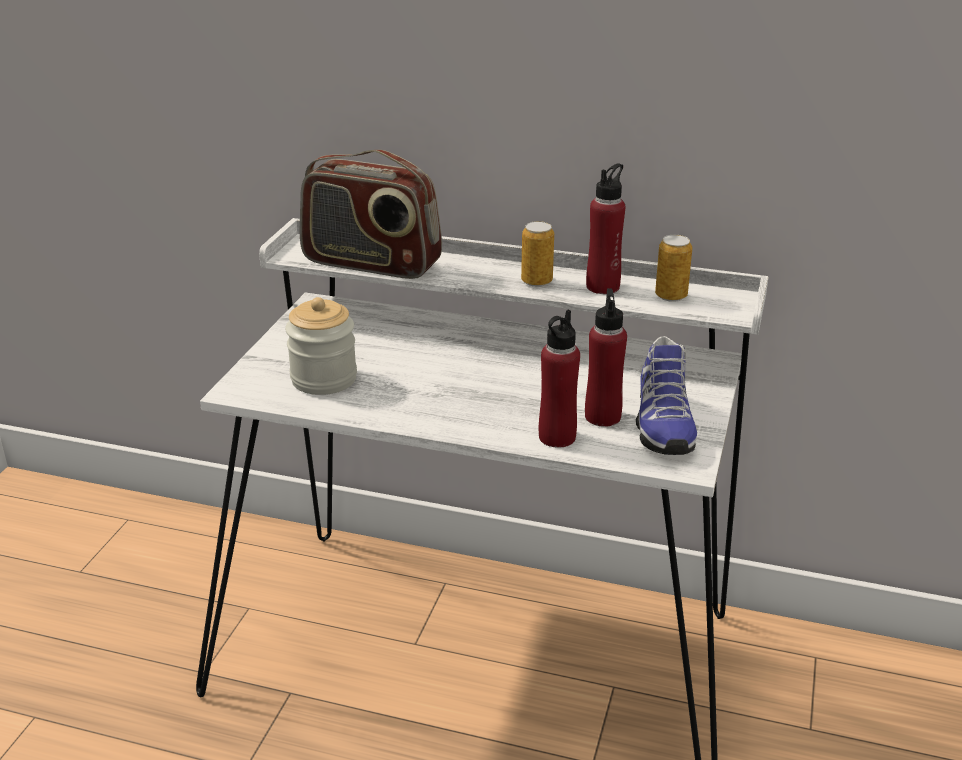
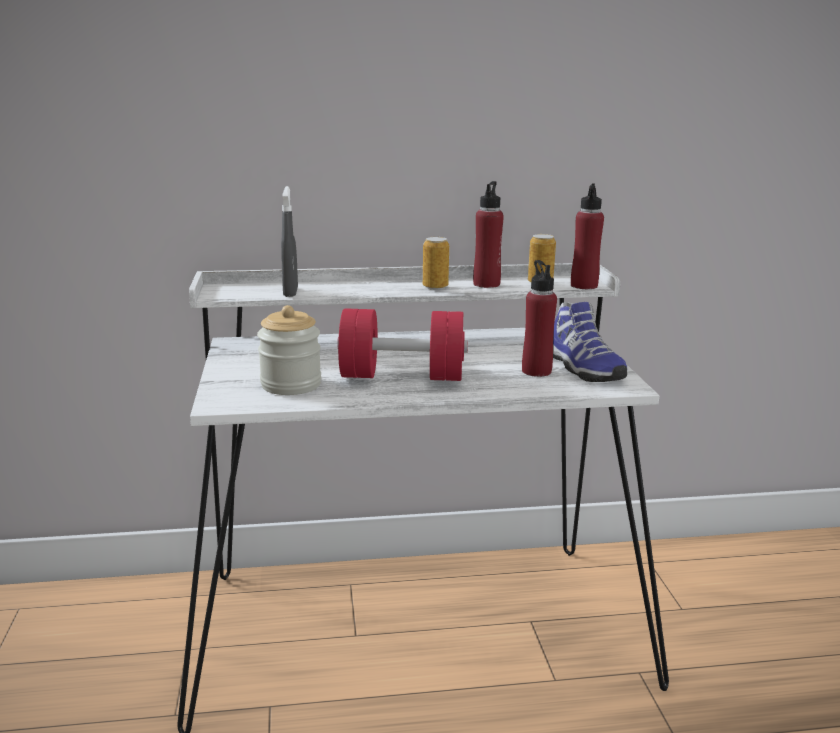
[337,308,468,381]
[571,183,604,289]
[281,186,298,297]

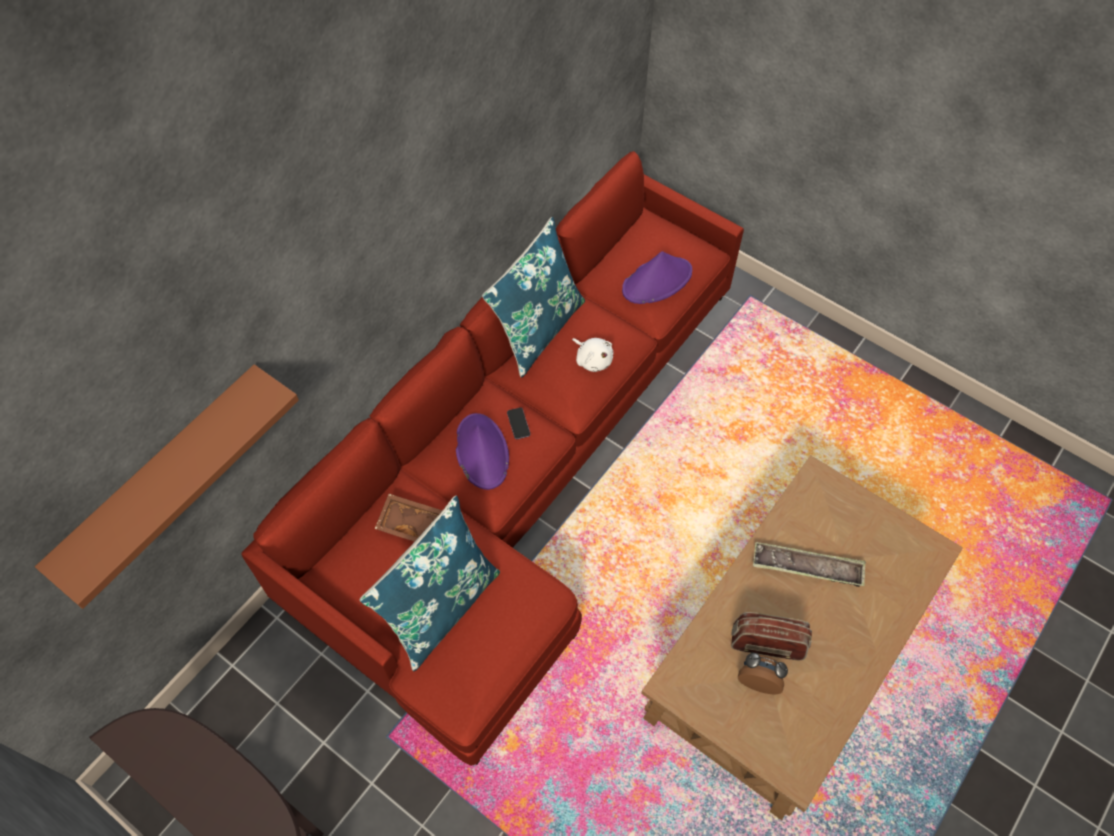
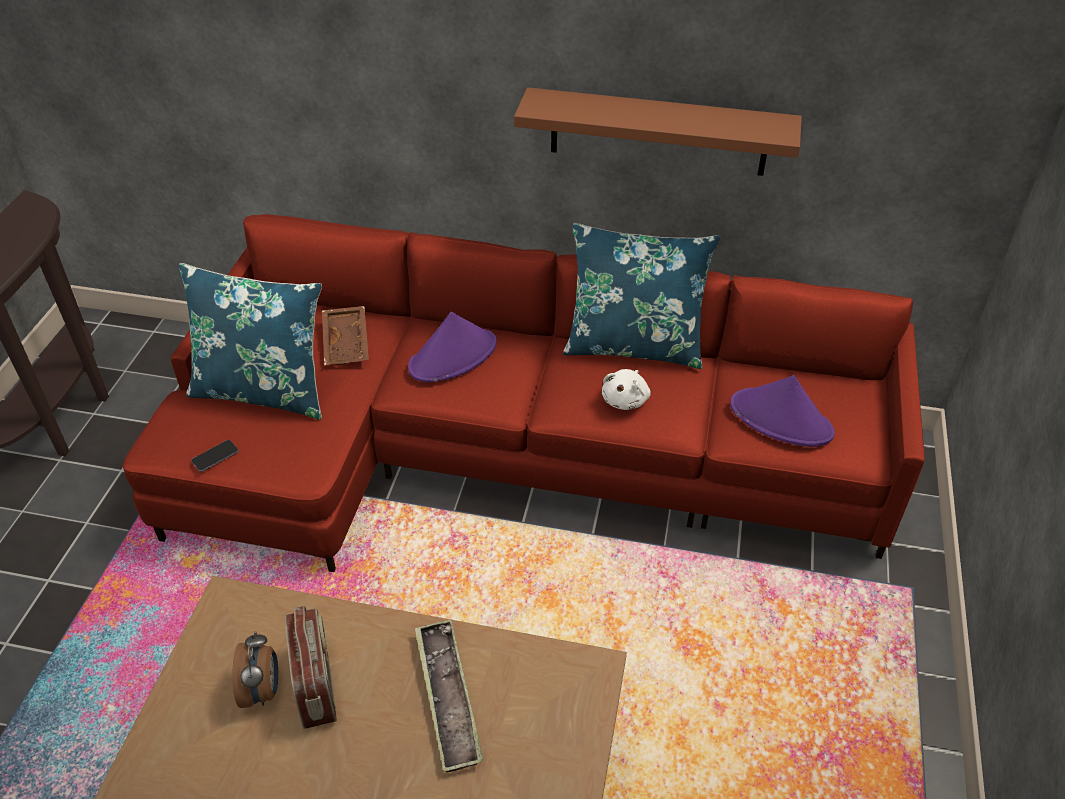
[514,87,802,176]
[191,440,239,472]

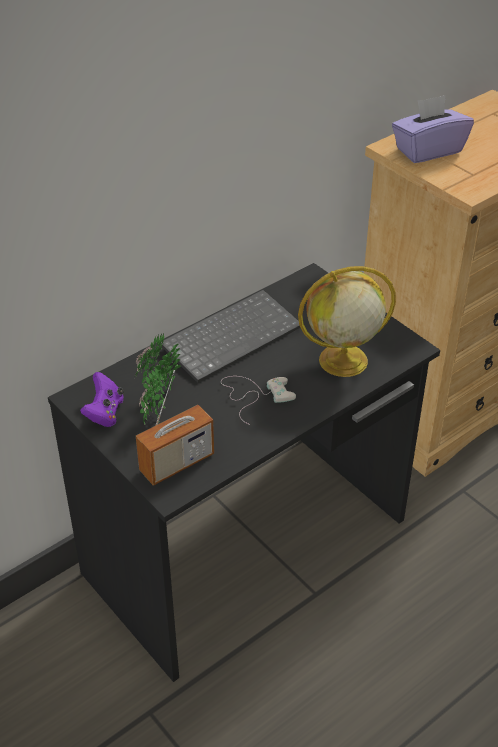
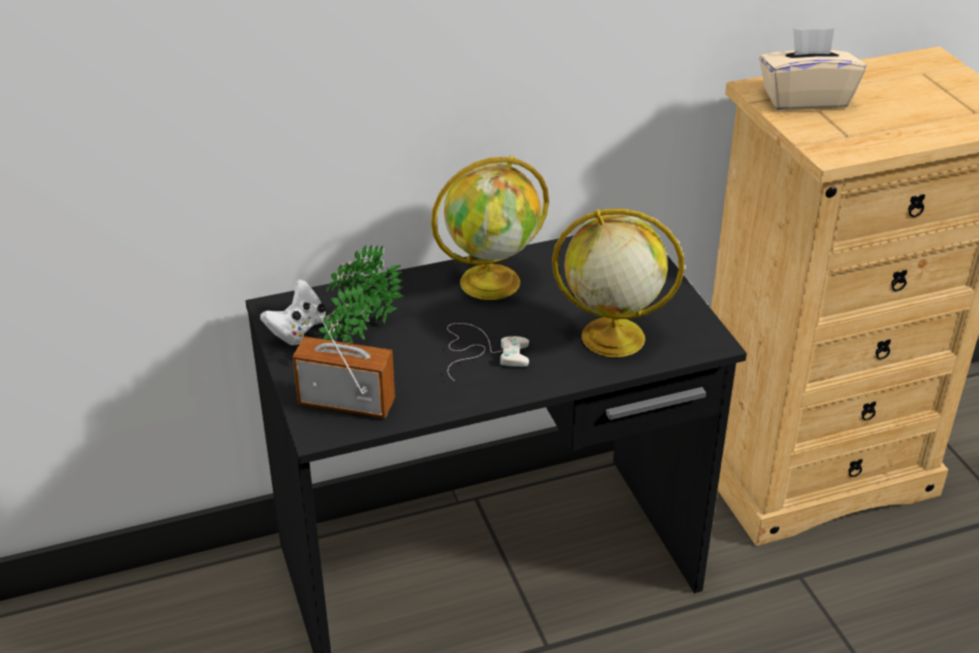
[431,156,549,300]
[260,279,326,345]
[759,28,866,111]
[293,304,395,418]

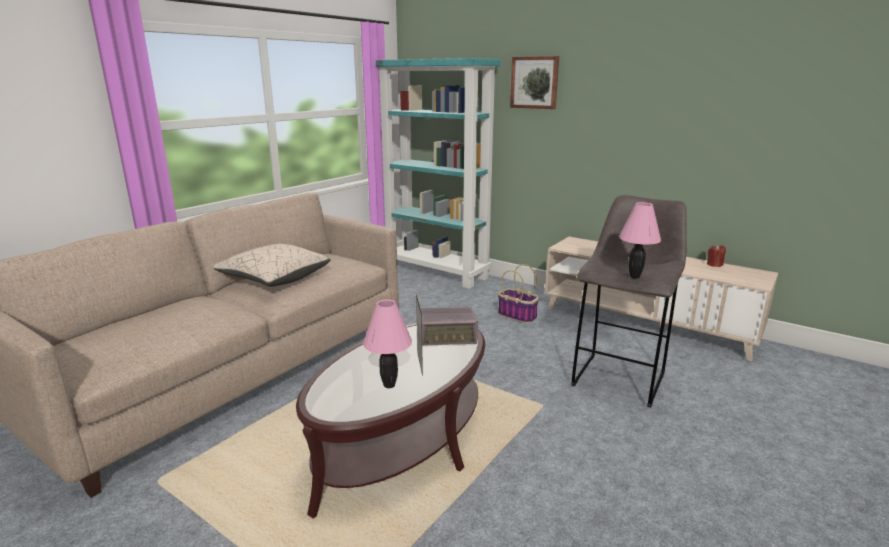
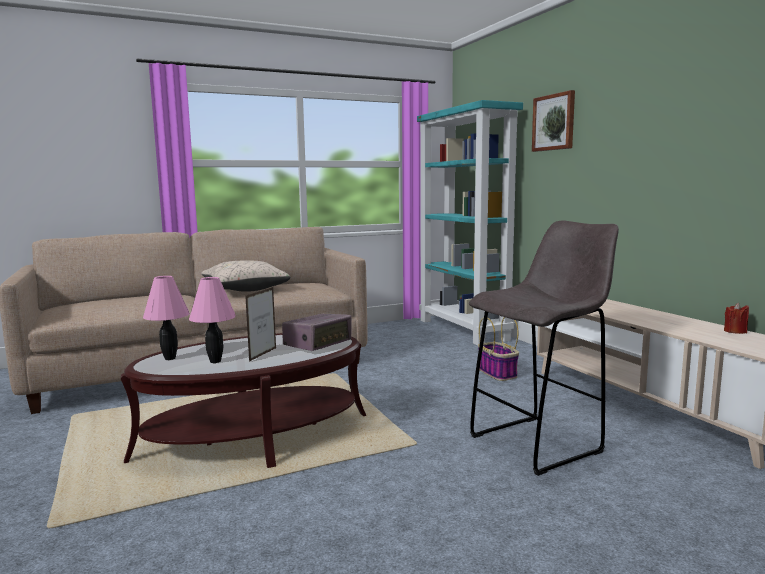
[143,276,190,360]
[282,314,352,351]

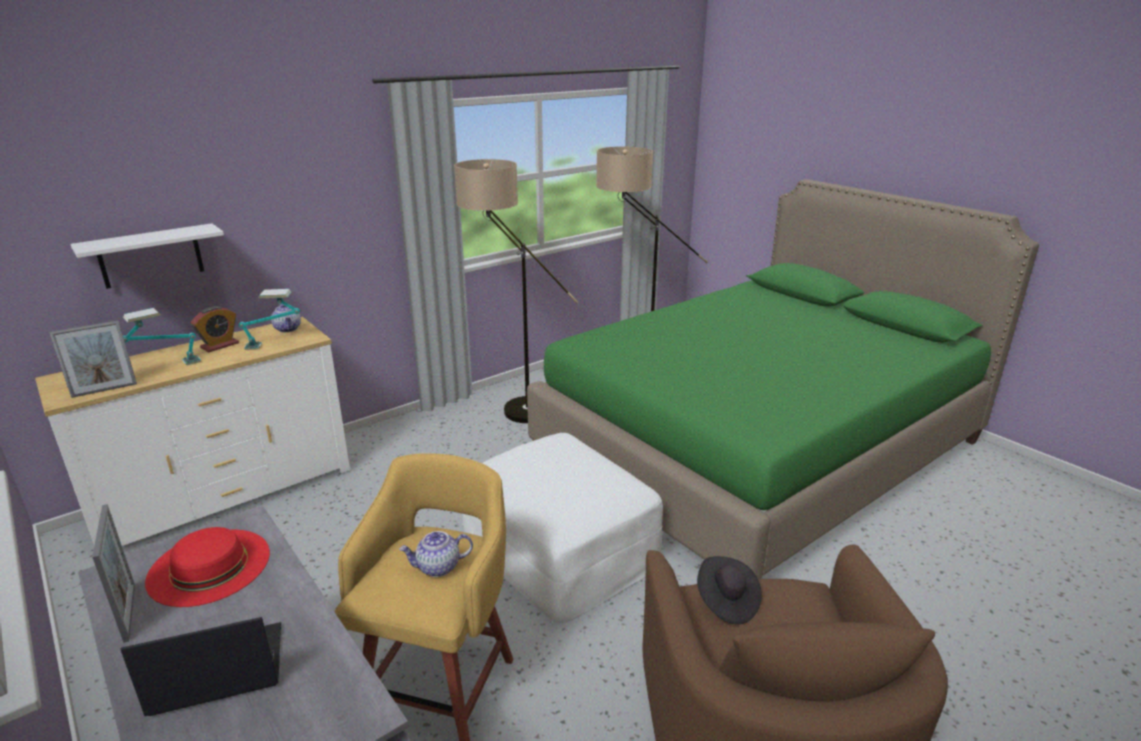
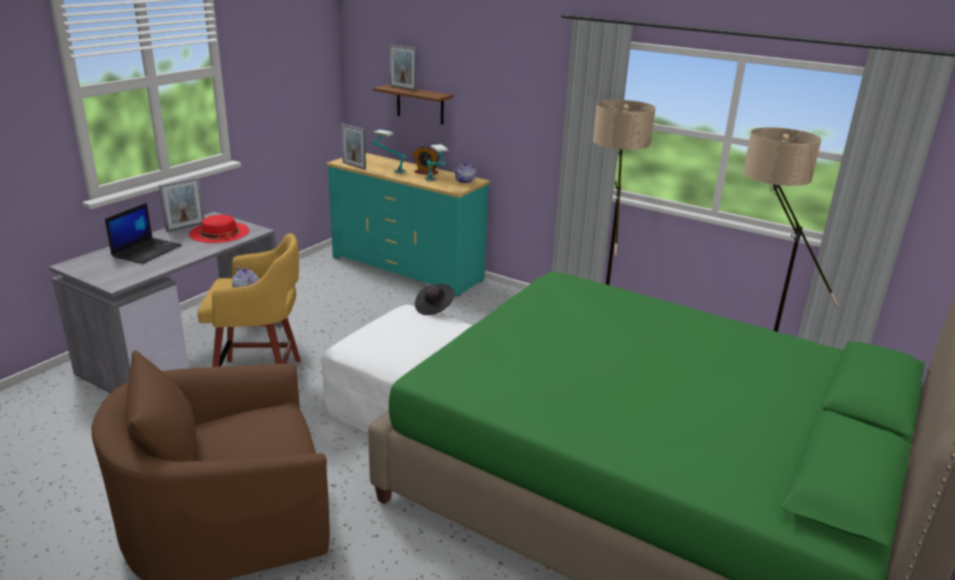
[389,44,417,91]
[415,284,455,315]
[327,153,490,297]
[373,84,453,124]
[105,203,182,264]

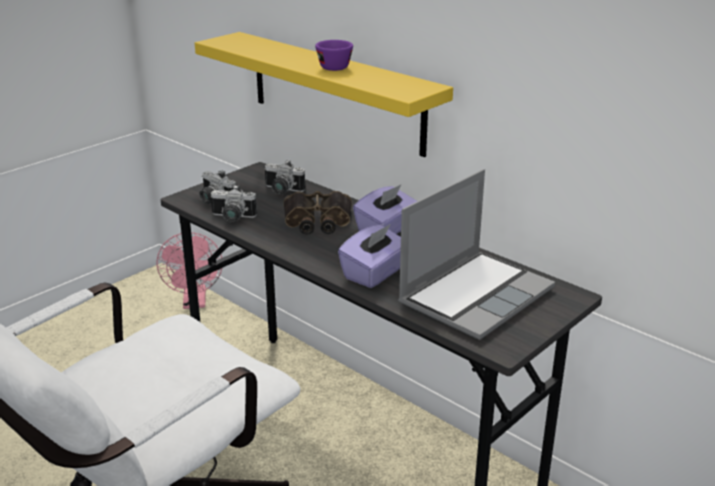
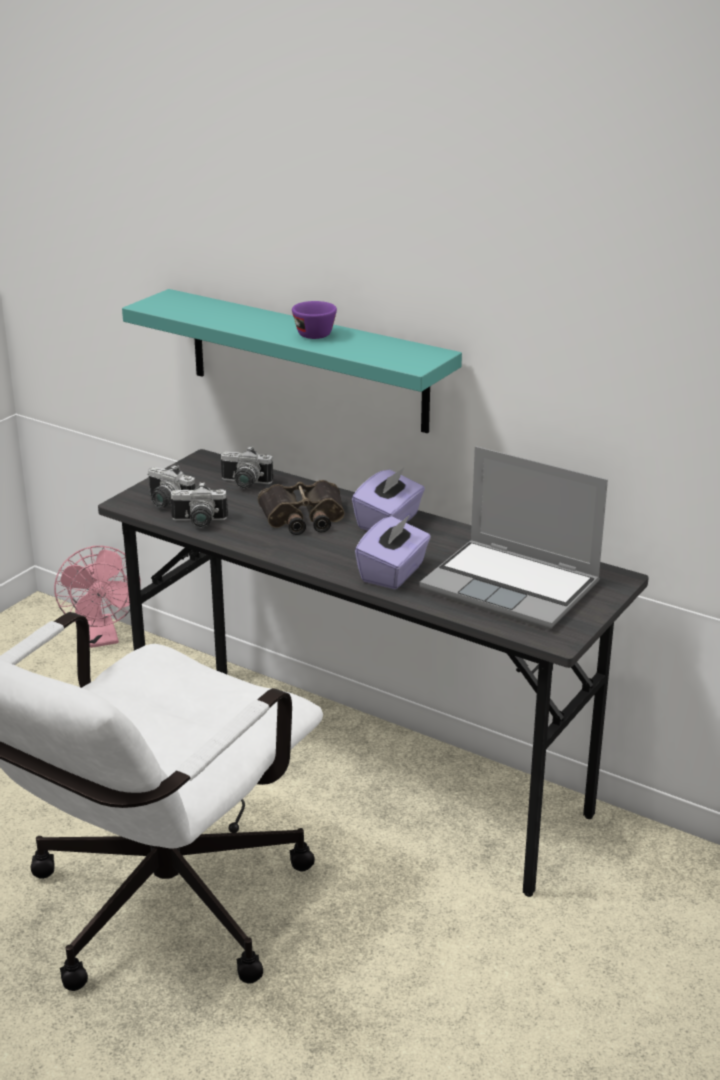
[122,289,462,433]
[419,446,608,630]

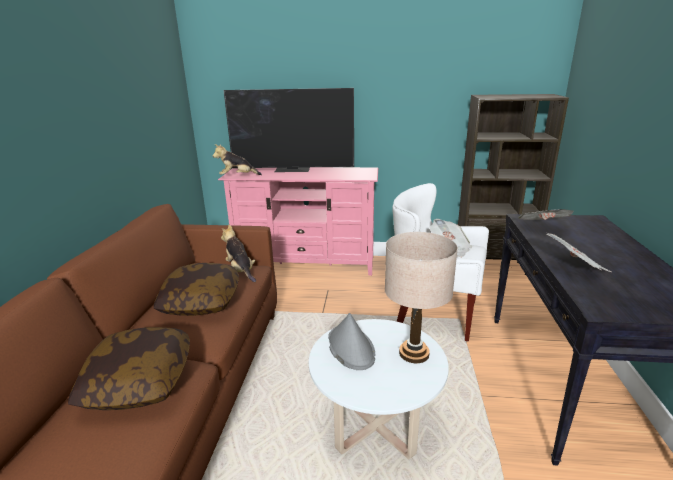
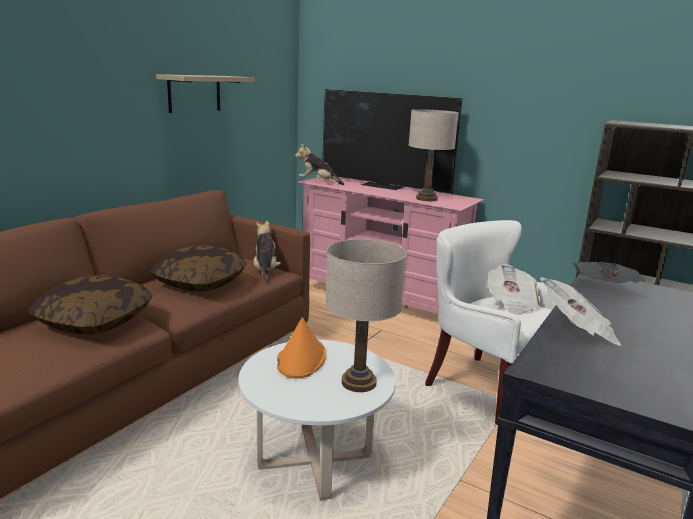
[156,74,255,113]
[409,109,459,201]
[277,317,326,379]

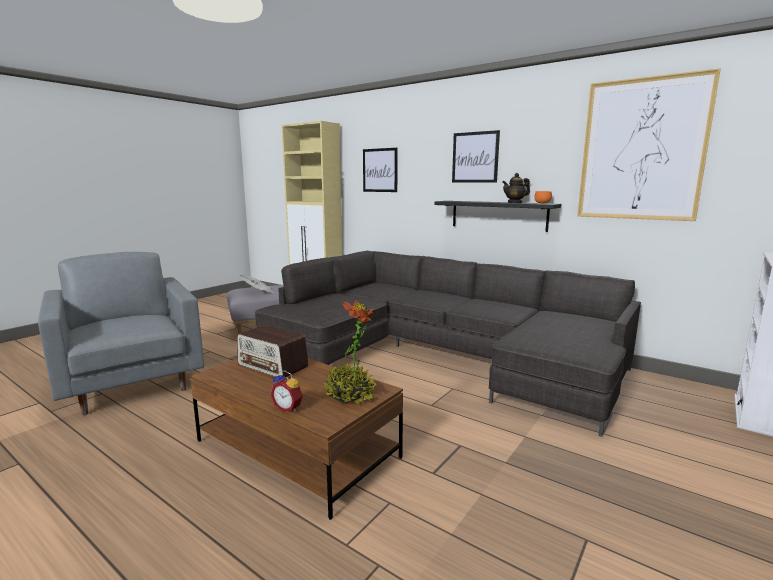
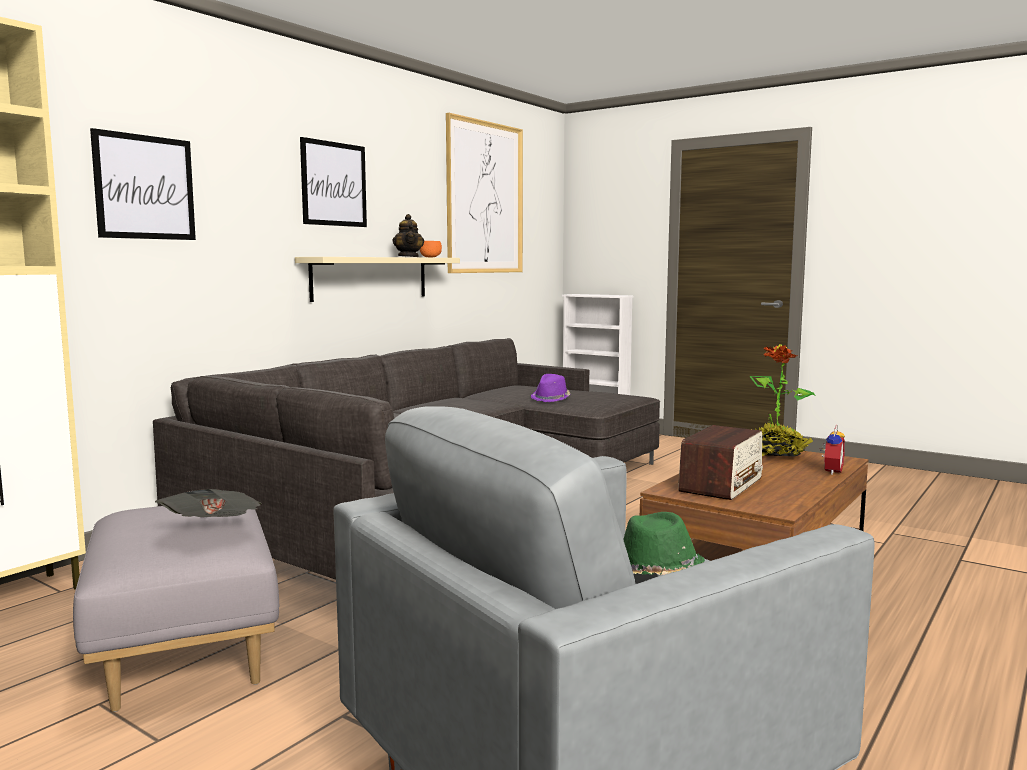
[531,374,570,402]
[623,512,705,575]
[295,257,460,302]

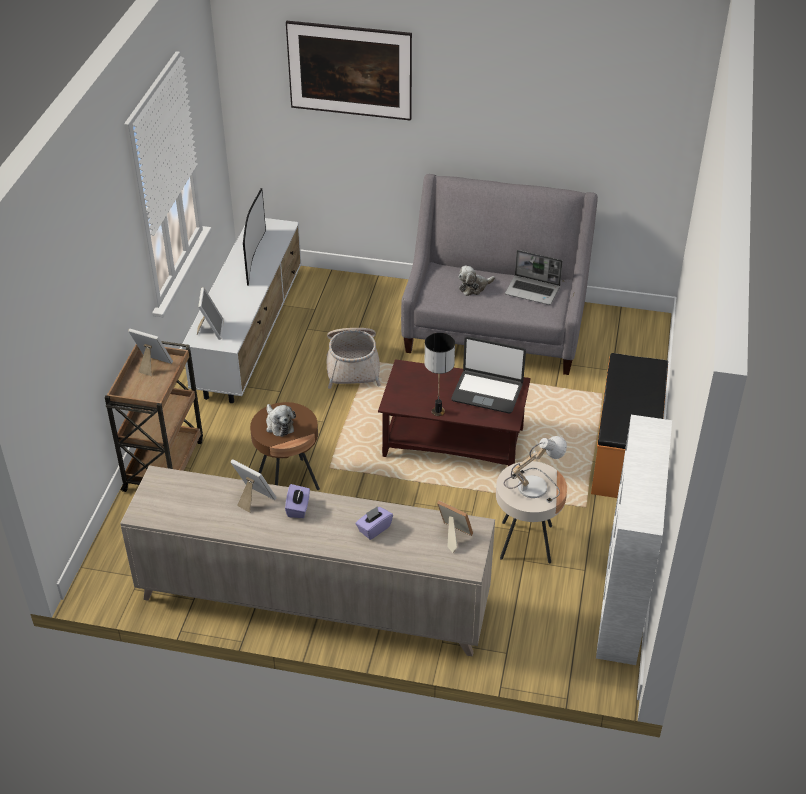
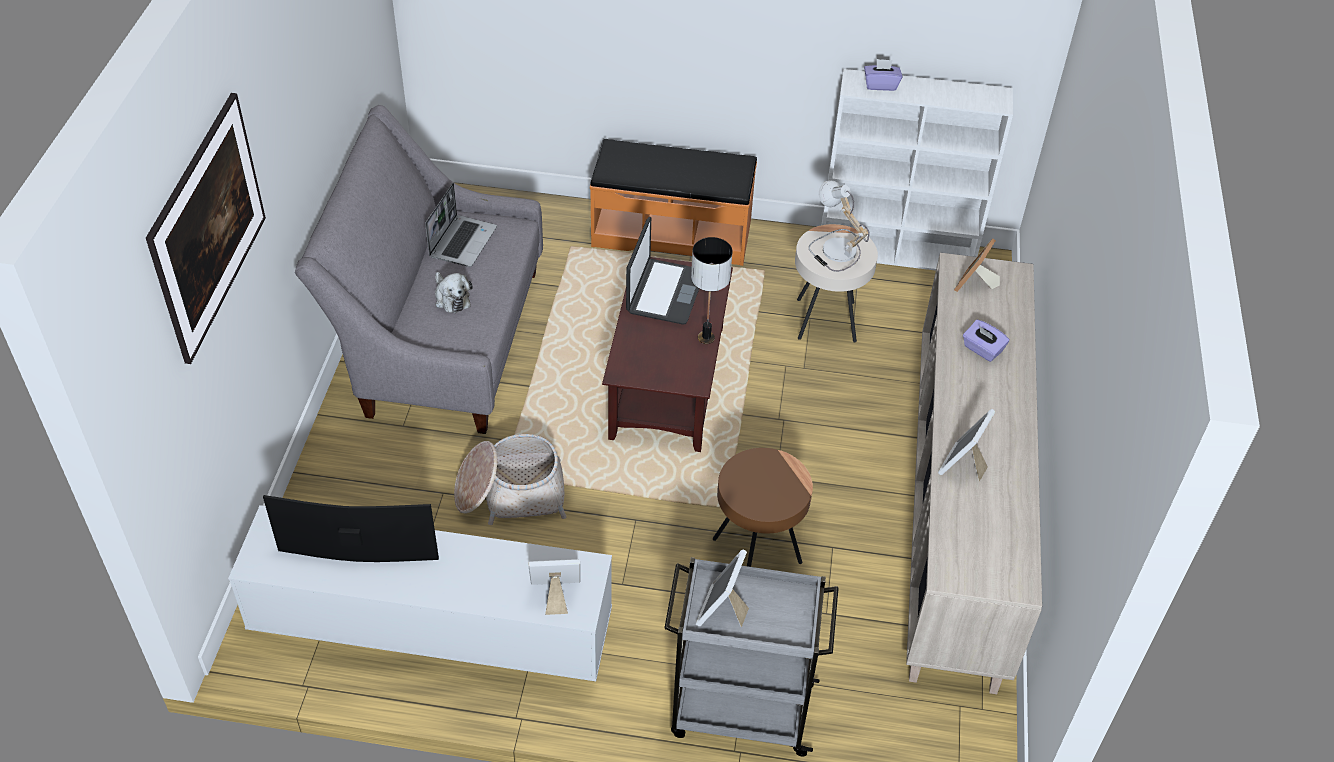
[266,404,296,437] (first image)
[864,59,902,91]
[664,557,839,757]

